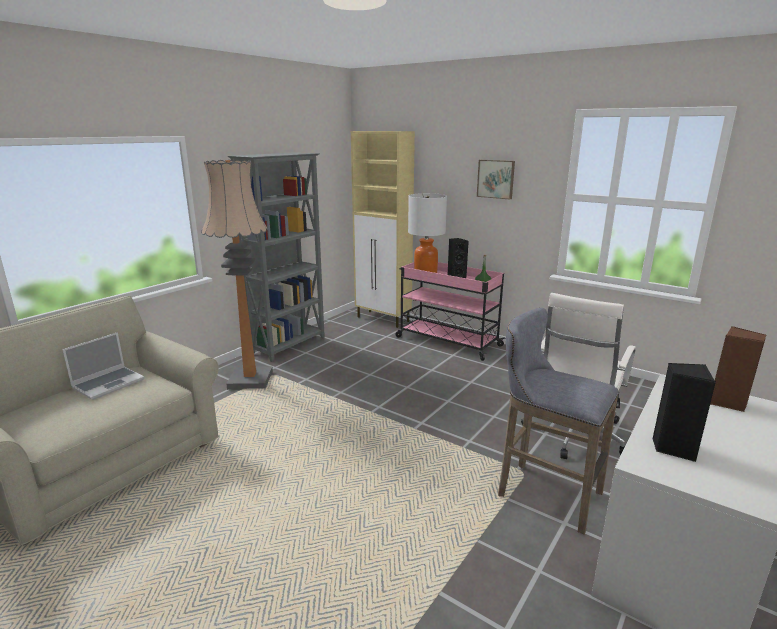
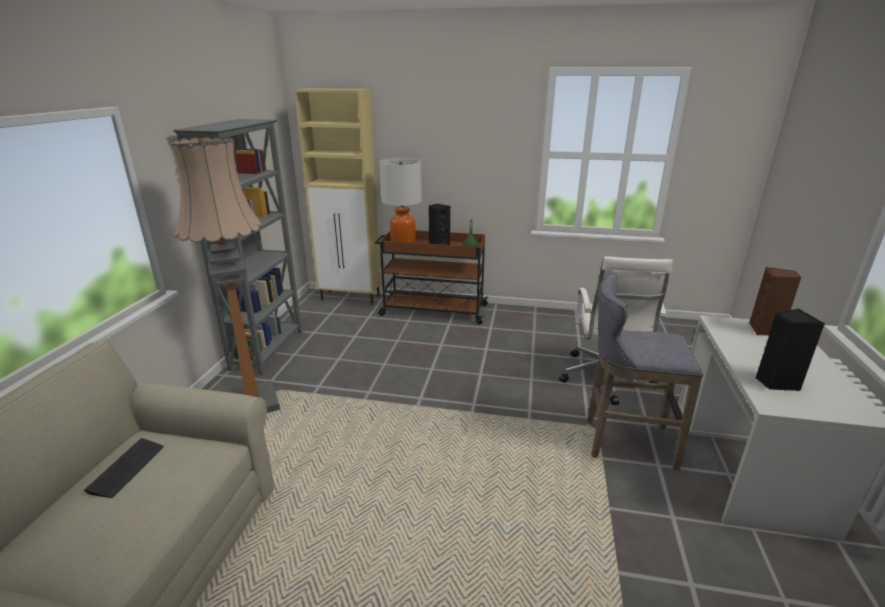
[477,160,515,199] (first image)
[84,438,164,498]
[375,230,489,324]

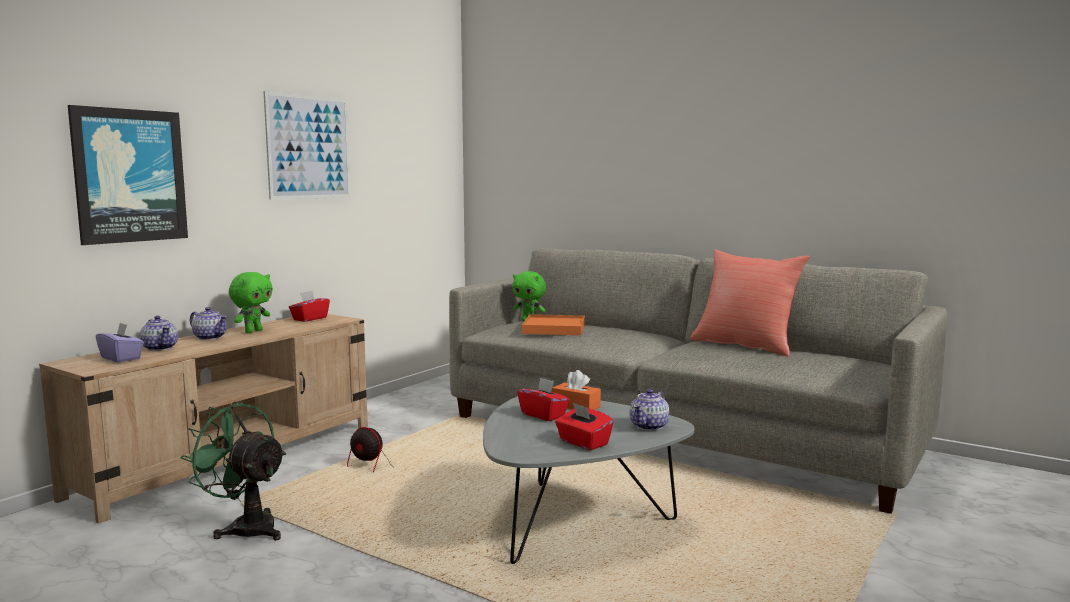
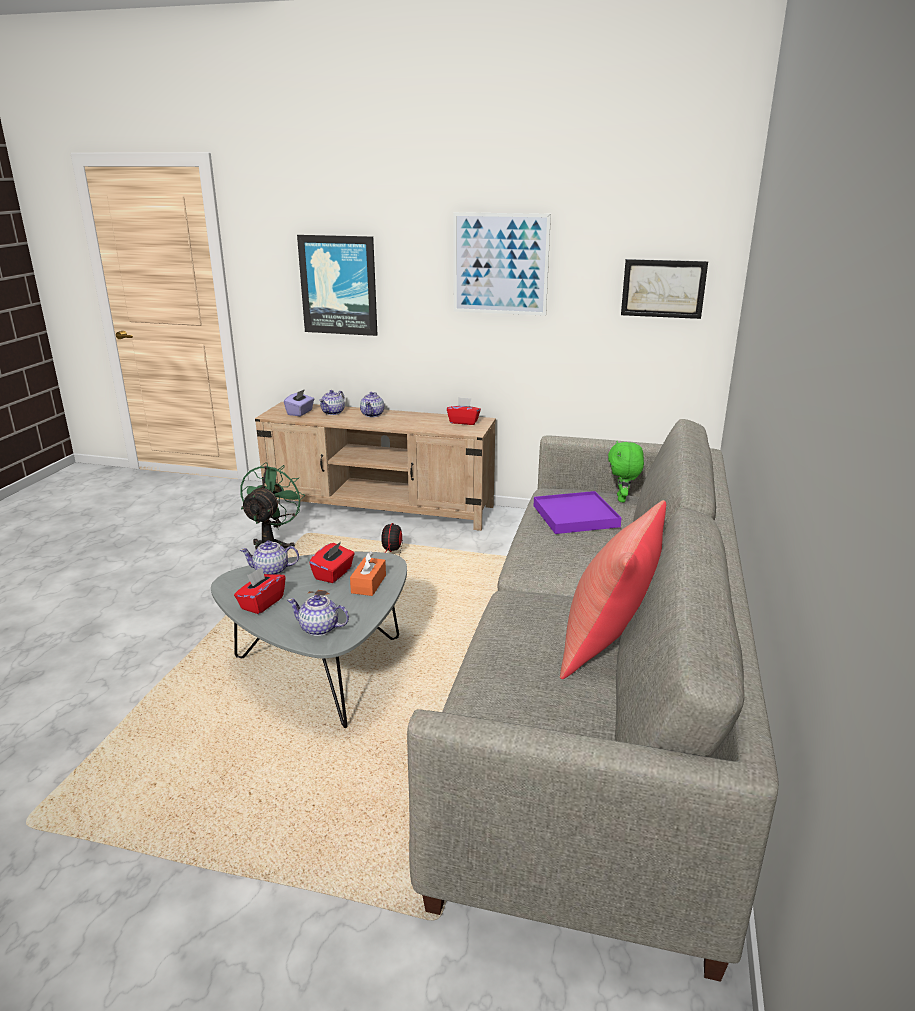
[229,272,273,333] (first image)
[240,540,299,575]
[621,259,708,319]
[534,491,621,534]

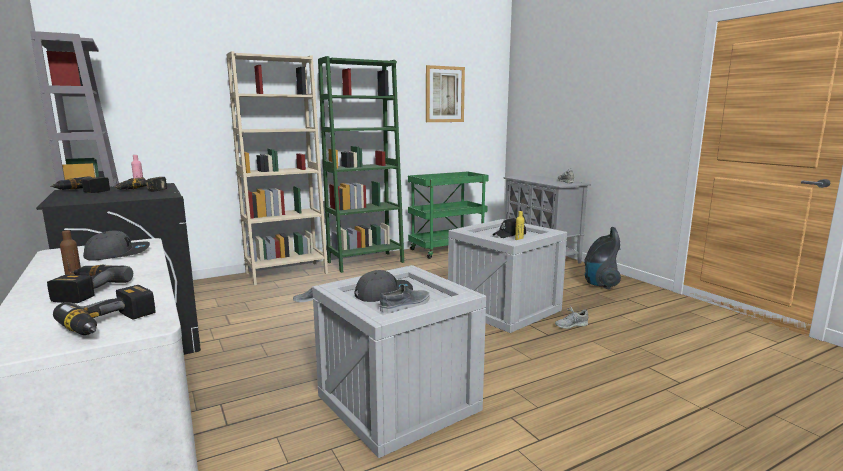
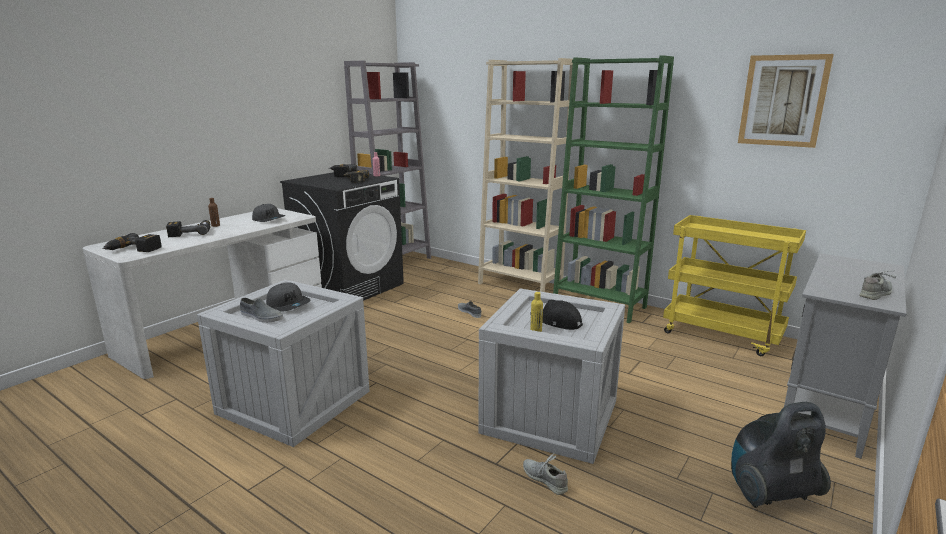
[663,215,806,356]

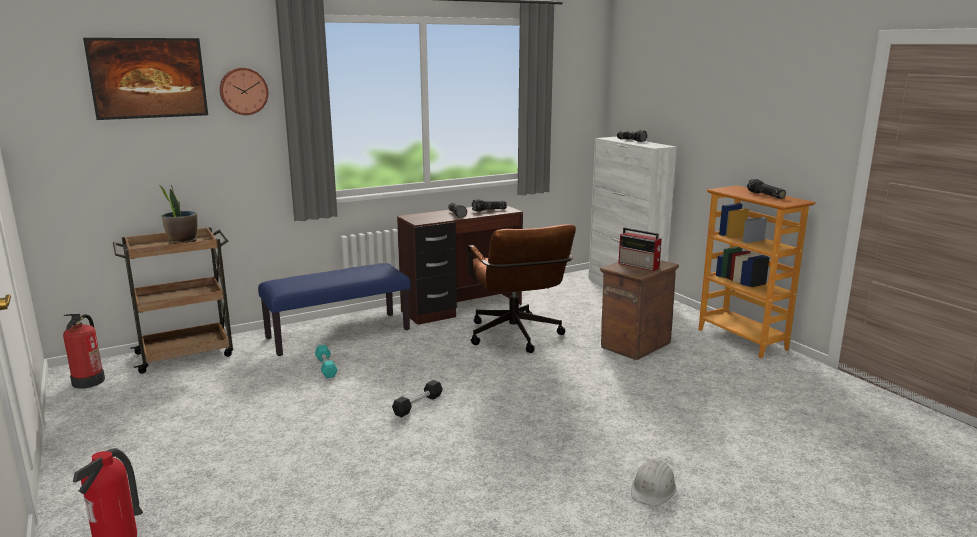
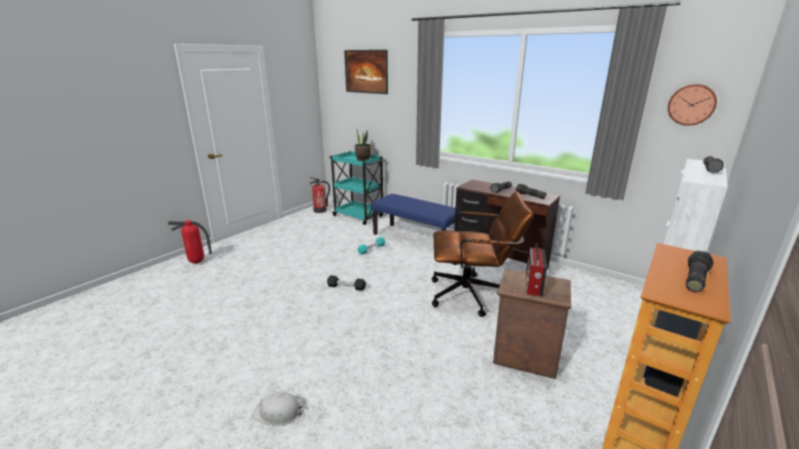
[668,84,717,126]
[329,151,385,225]
[431,191,533,317]

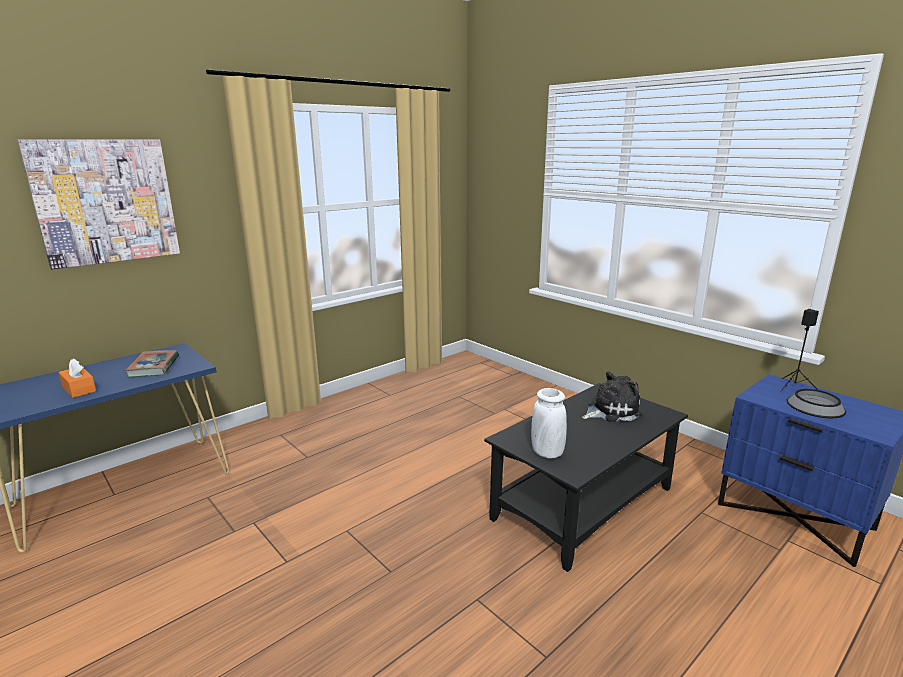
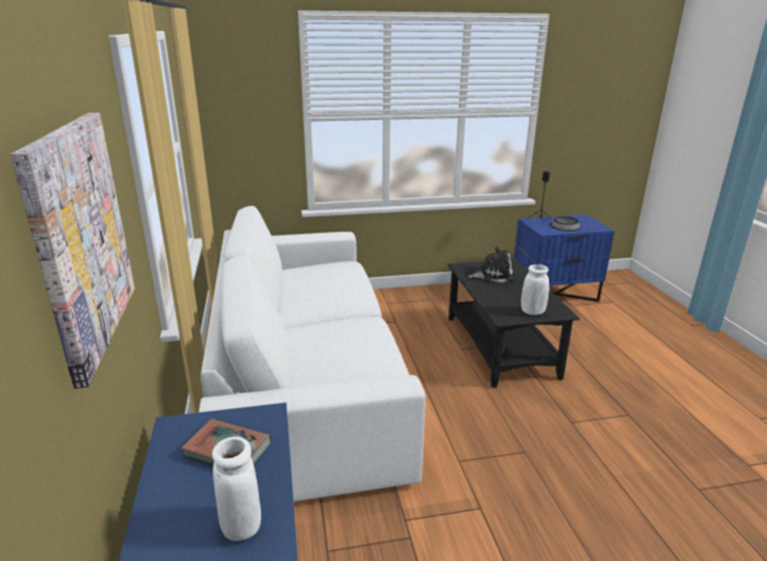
[199,206,426,501]
[212,437,261,541]
[468,246,513,283]

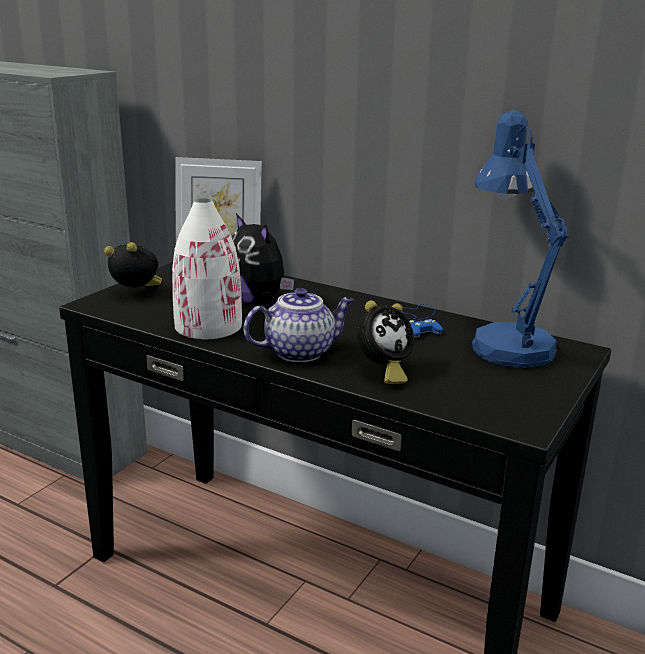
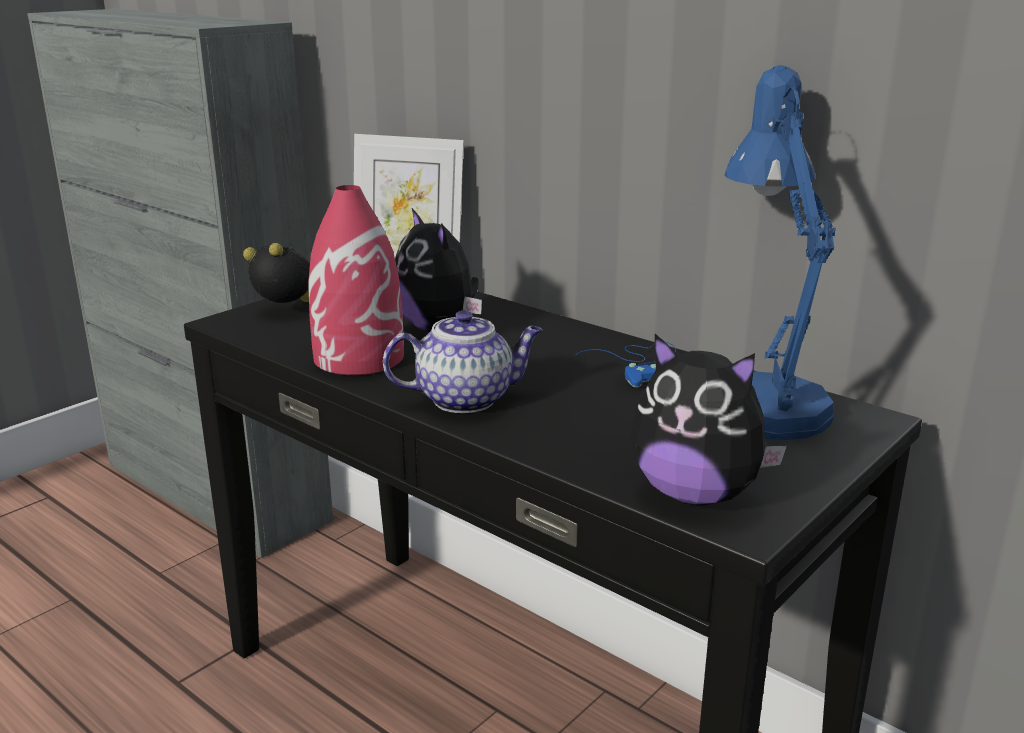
[357,300,414,384] (first image)
[630,334,787,505]
[308,185,404,375]

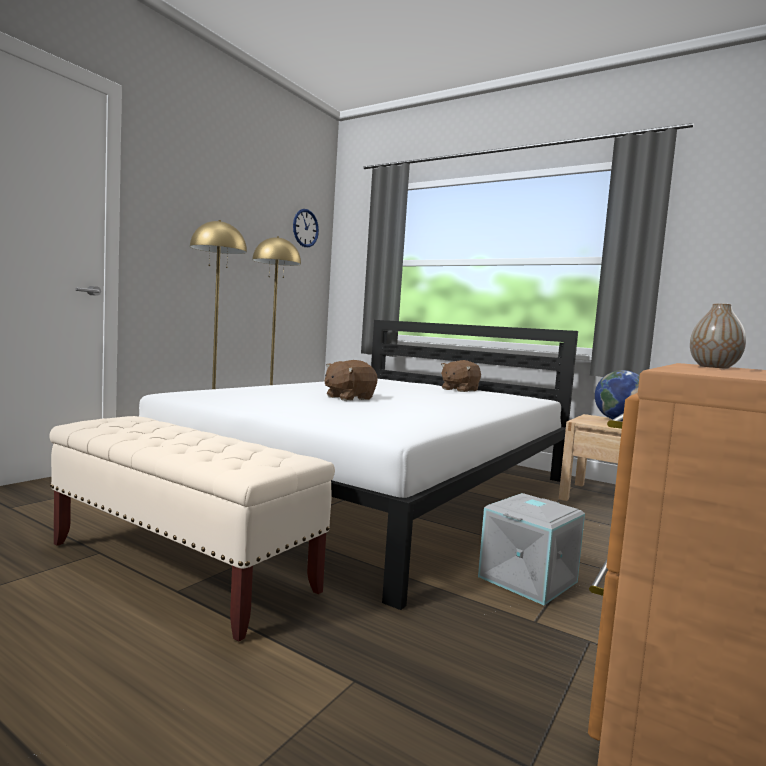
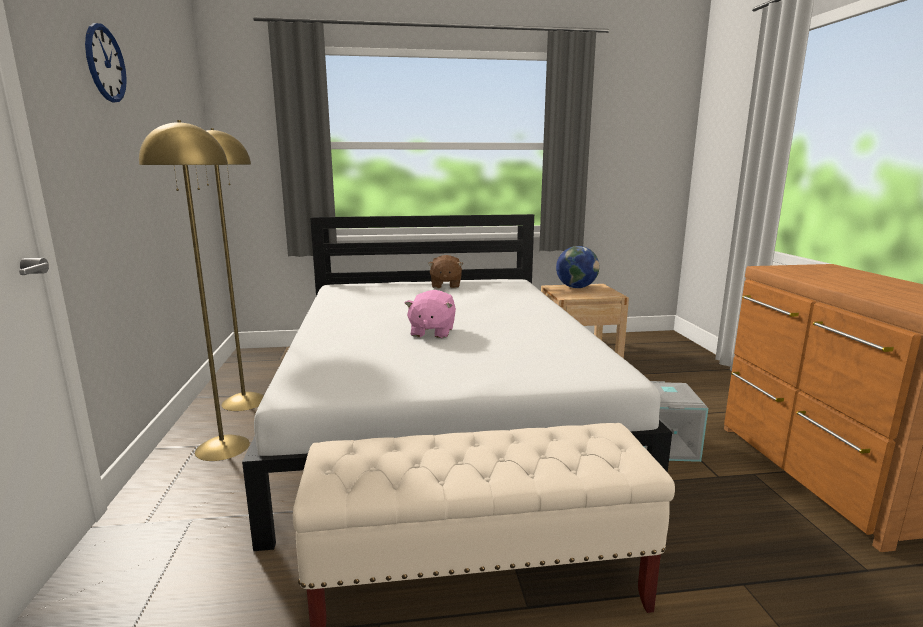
[690,304,746,369] (first image)
[85,23,127,102]
[405,290,456,338]

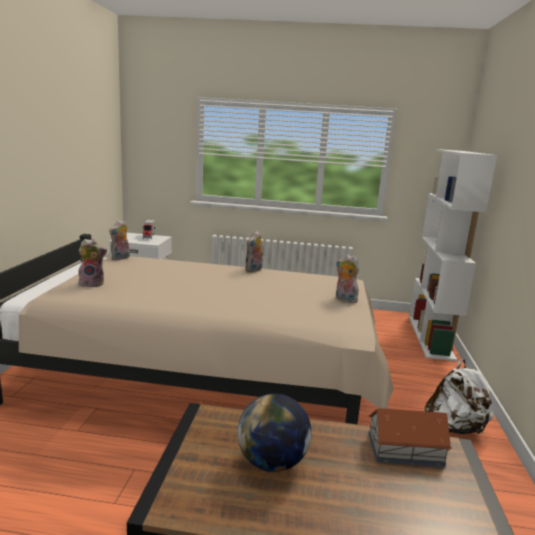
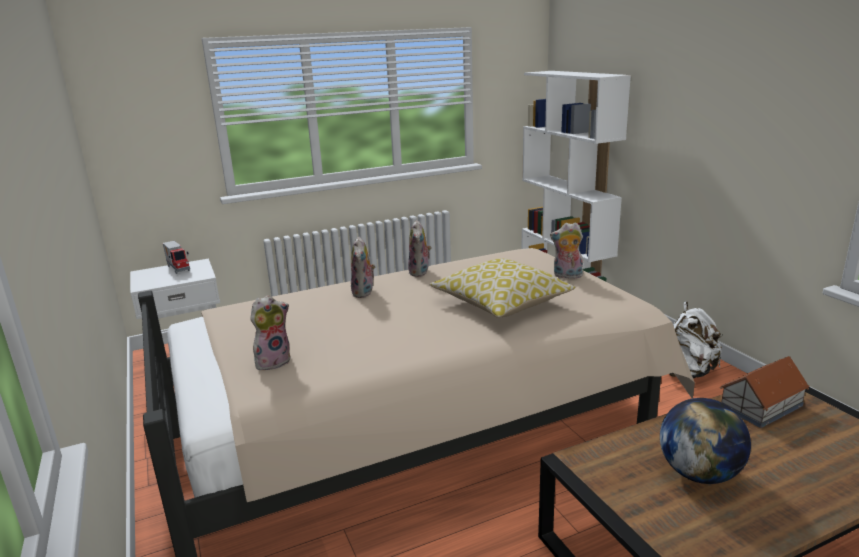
[430,258,575,318]
[351,237,375,298]

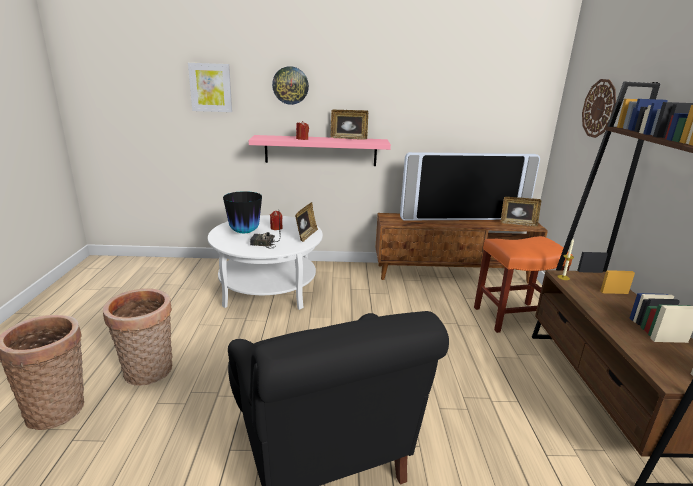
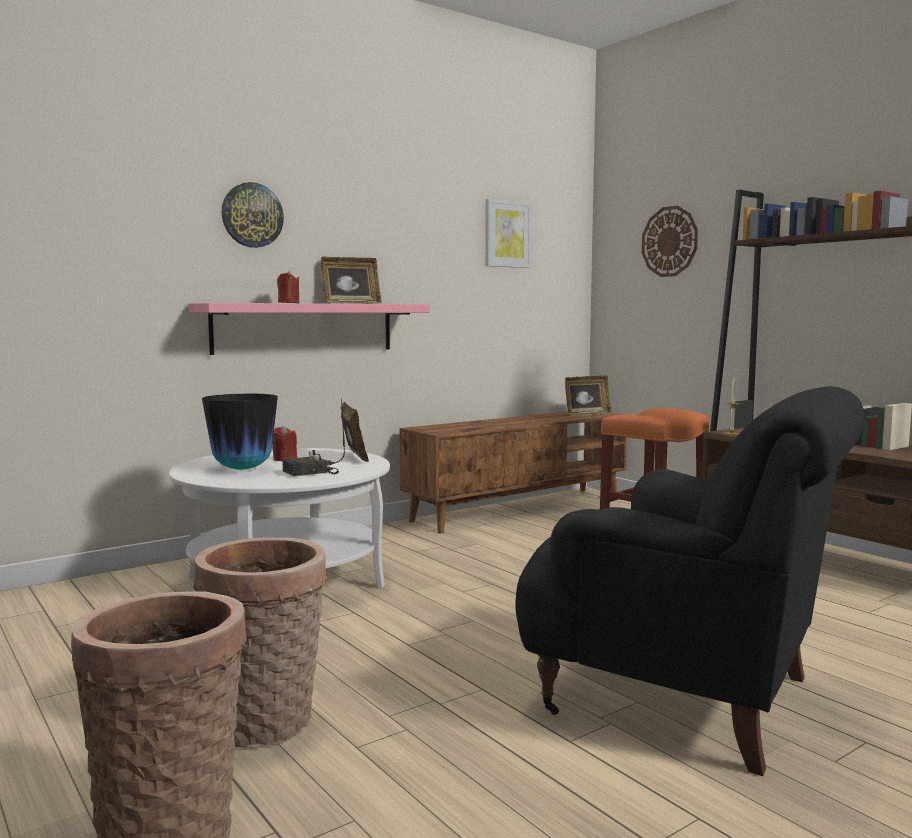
[400,152,540,220] (first image)
[485,199,532,268]

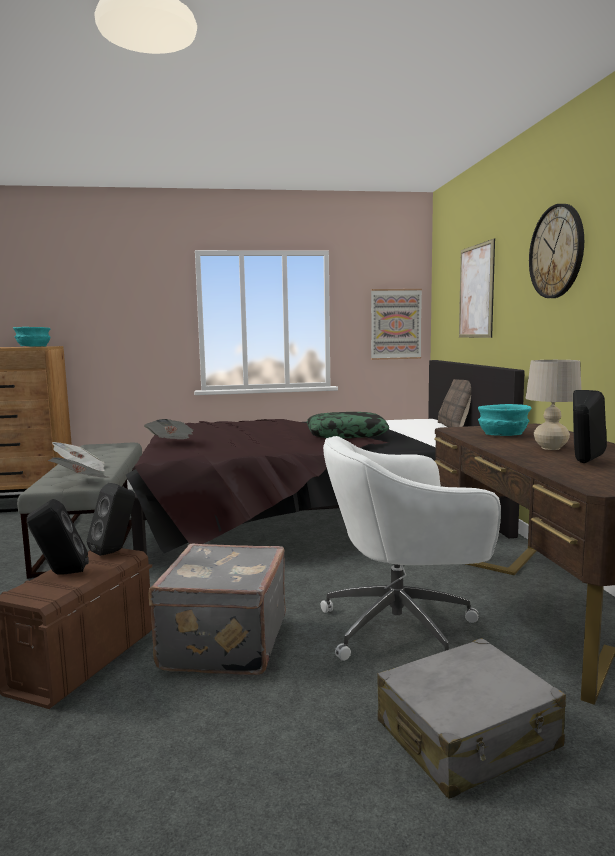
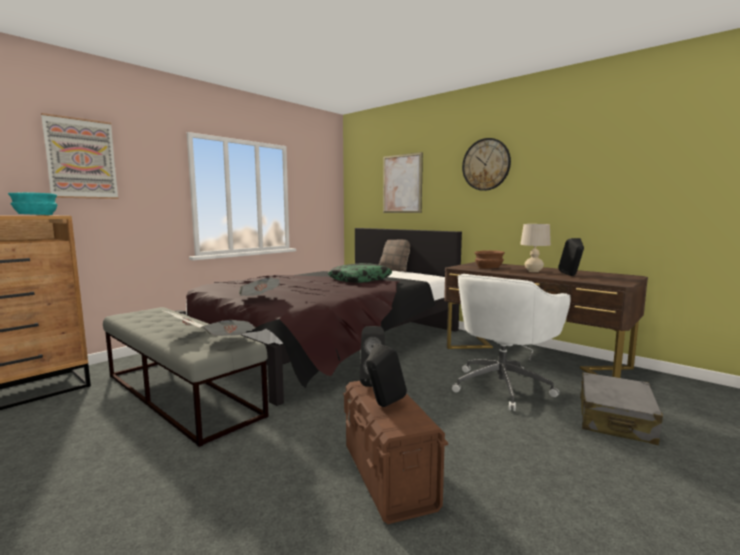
[148,544,286,675] (first image)
[41,113,119,199]
[475,250,505,269]

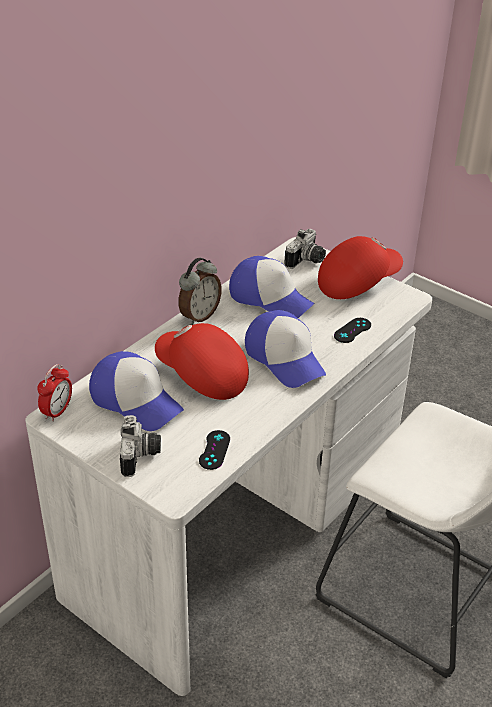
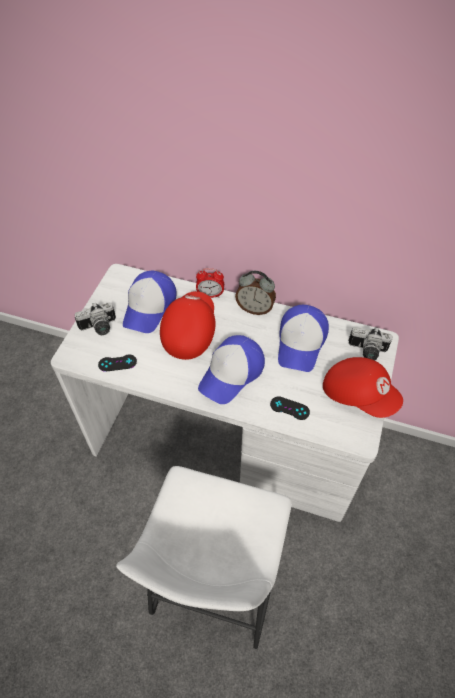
[196,268,224,298]

